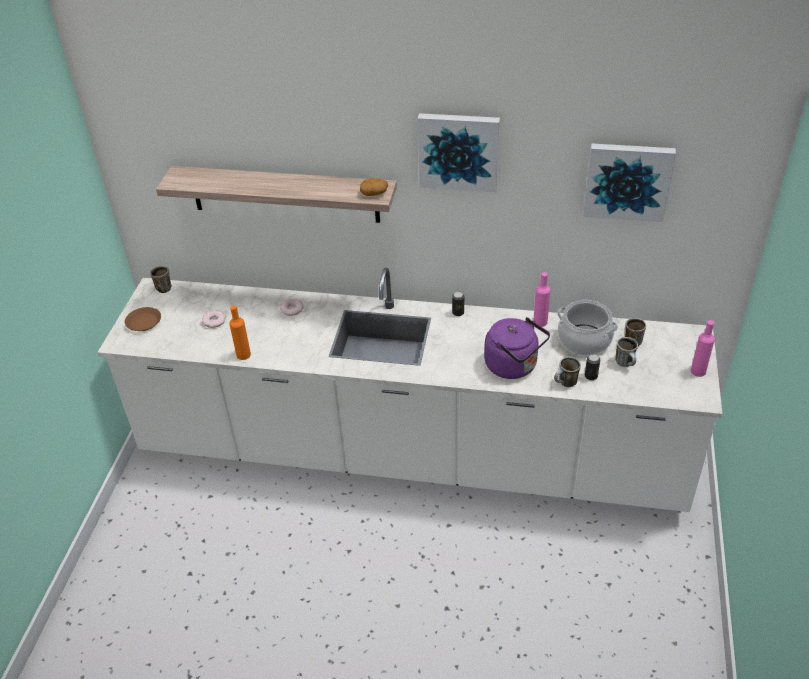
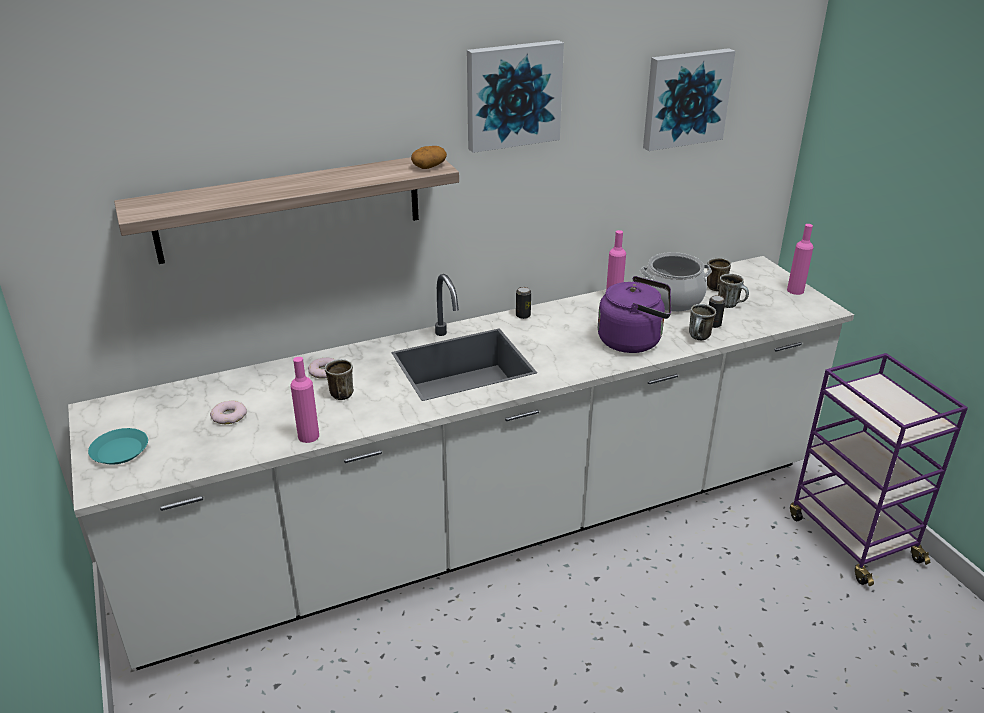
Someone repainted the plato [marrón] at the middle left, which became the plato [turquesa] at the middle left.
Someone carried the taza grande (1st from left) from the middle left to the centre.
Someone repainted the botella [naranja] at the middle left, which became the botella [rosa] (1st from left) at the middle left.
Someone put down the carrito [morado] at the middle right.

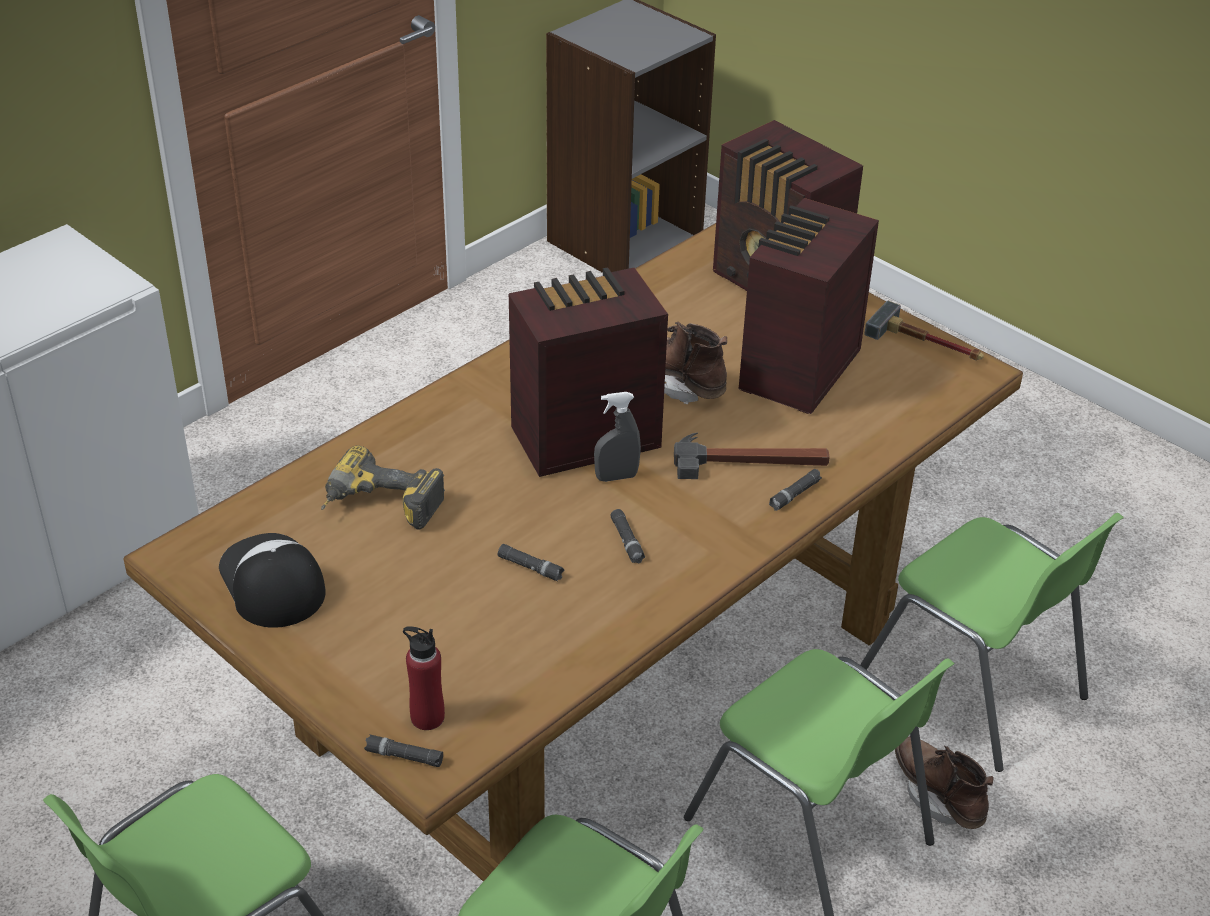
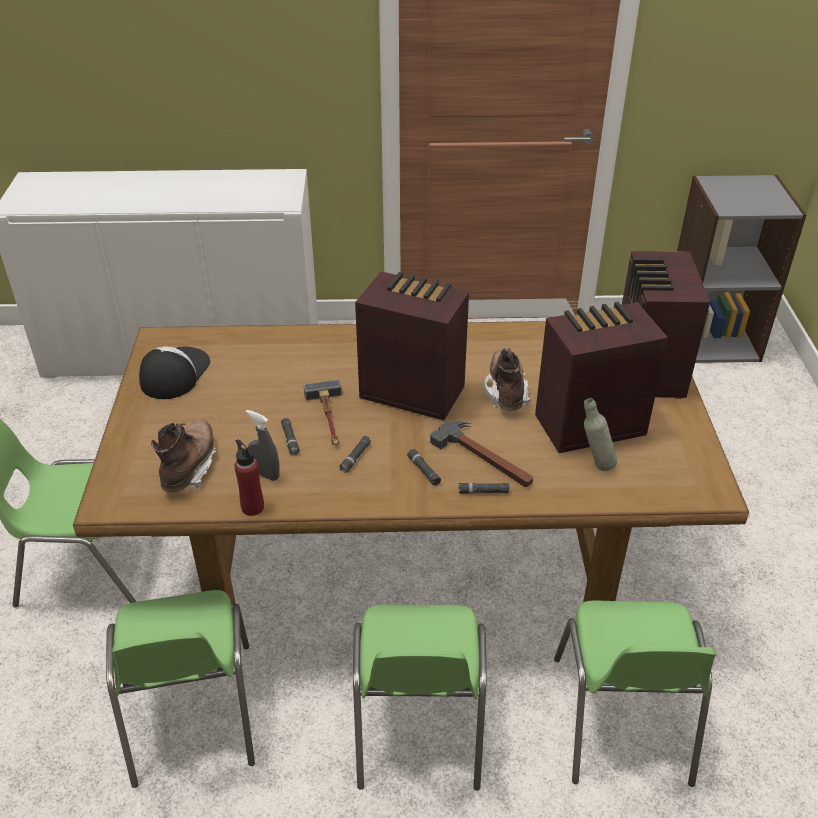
Someone took away the taladro at the middle left.
Someone carried the linterna [negro] (1st from left in the first image) from the bottom left to the centre.
Someone carried the botella [rojo] from the bottom centre to the middle left.
Someone carried the pulverizador [gris] from the centre to the middle left.
Someone carried the martillo (2nd from left in the first image) from the middle right to the centre.
Someone carried the bota [marrón] (2nd from left in the first image) from the bottom right to the middle left.
Someone put down the botella [gris] at the middle right.

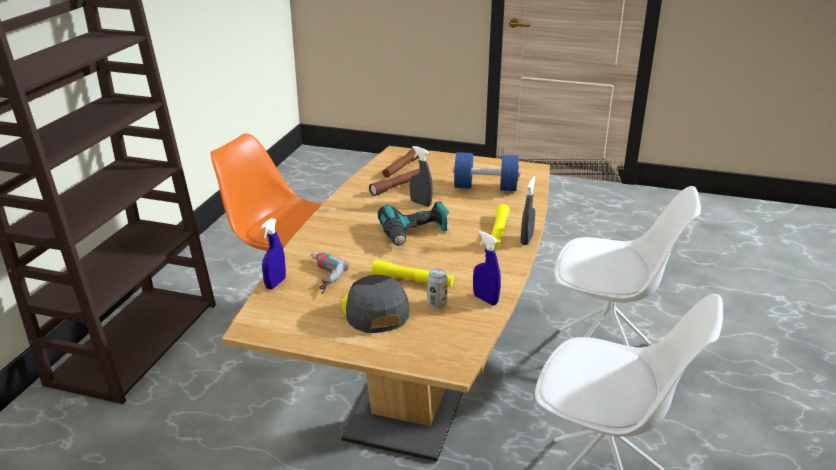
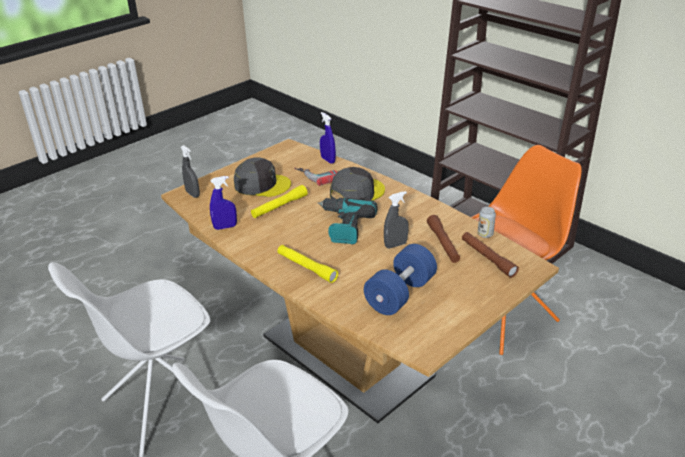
Someone carried the lata from the centre to the middle right.
Someone carried the pulverizador [gris] (2nd from left in the first image) from the centre to the middle left.
Someone put down the gorra [gris] (2nd from left) at the centre.

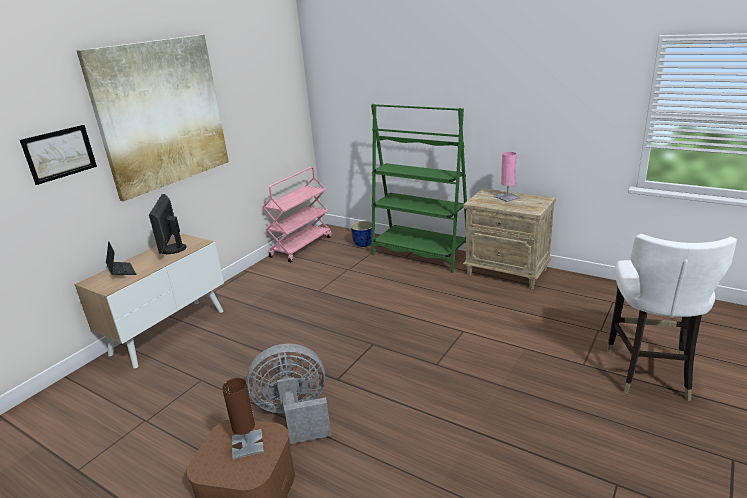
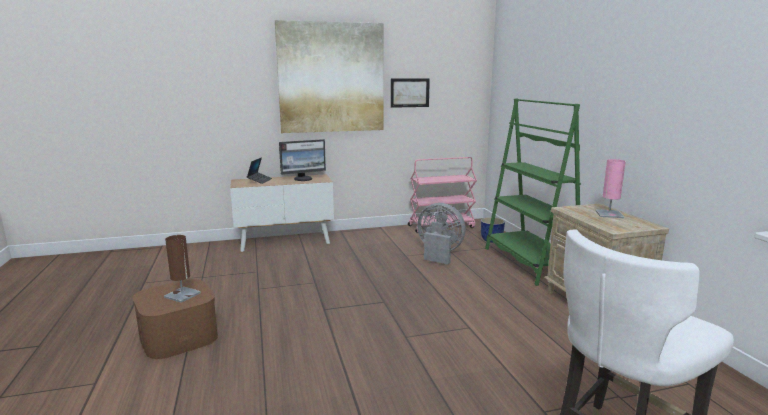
Someone carried the cuadro (1st from left in the first image) from the top left to the top centre.
Someone rotated the monitor at the middle left by 150 degrees counterclockwise.
Someone carried the ventilador [gris] from the bottom centre to the centre.

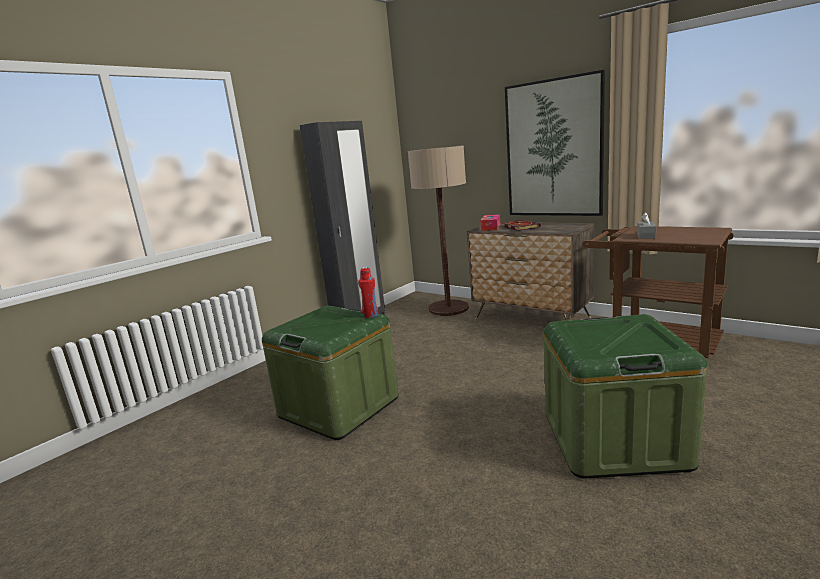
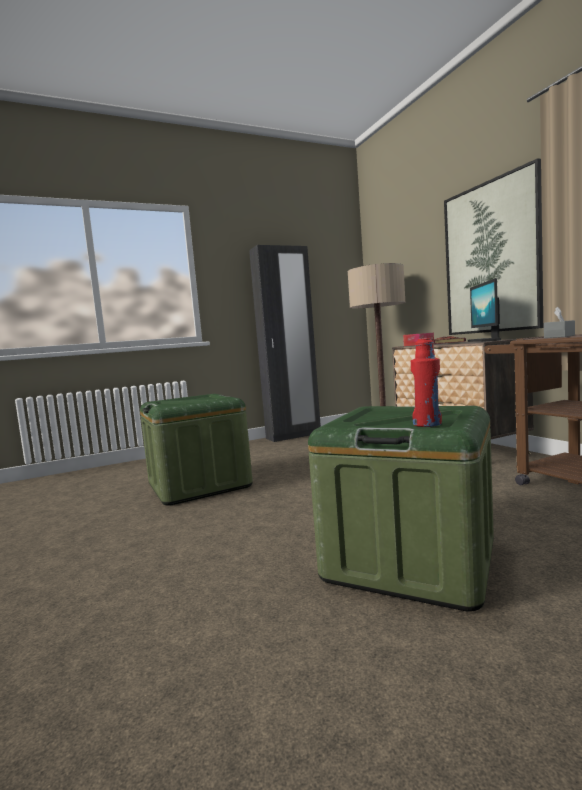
Someone carried the botella [rojo] from the centre to the middle right.
Someone put down the monitor at the middle right.

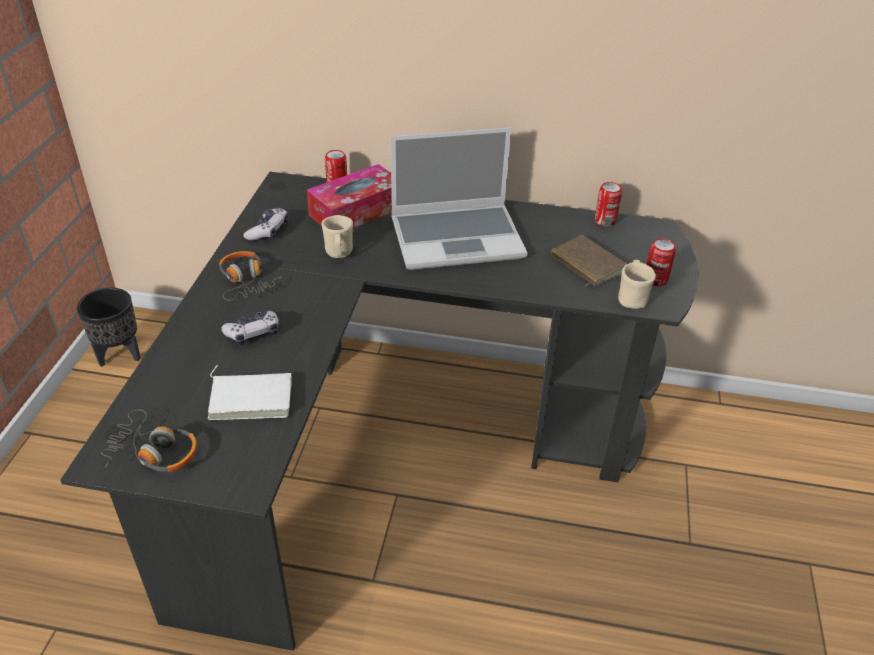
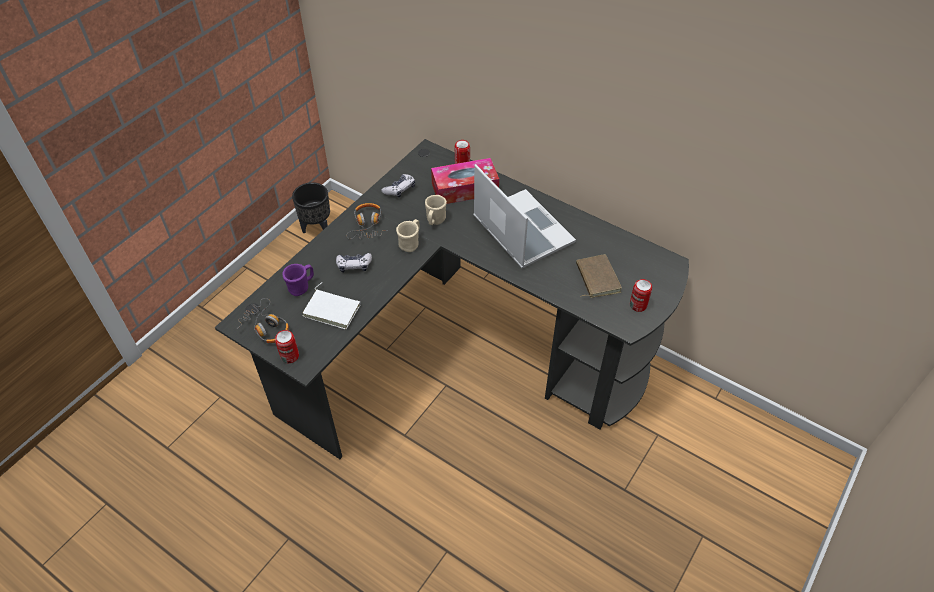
Someone rotated the portátil at the top centre by 135 degrees counterclockwise.
Someone carried the lata (2nd from left in the first image) from the top right to the middle left.
Someone carried the taza grande [beis] (2nd from left in the first image) from the middle right to the centre.
Someone put down the taza grande [morado] at the middle left.

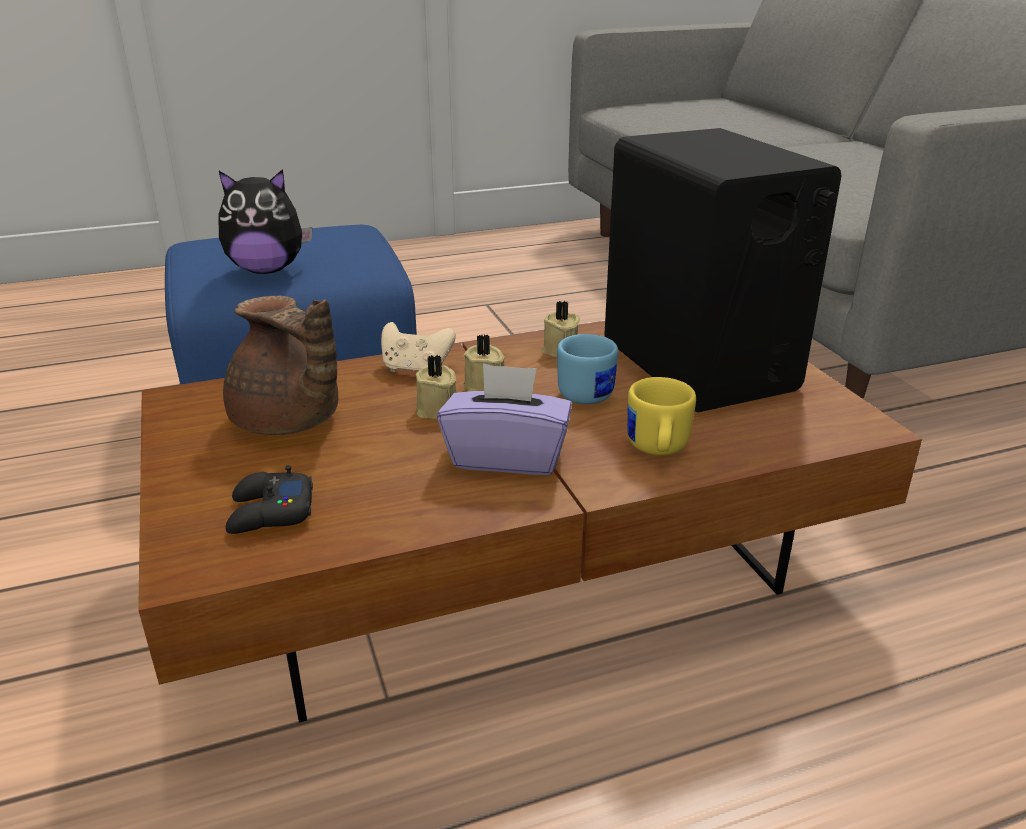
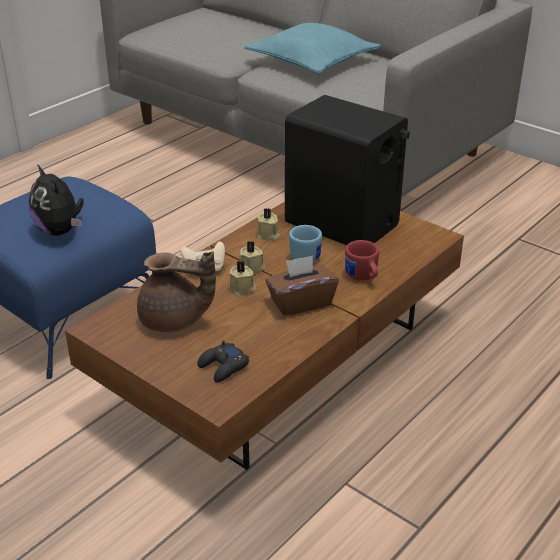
Someone rotated the peluche at the top left by 90 degrees clockwise.
Someone repainted the caja de pañuelos [morado] at the centre, which became the caja de pañuelos [marrón] at the centre.
Someone repainted the taza grande [amarillo] at the centre, which became the taza grande [rojo] at the centre.
Someone put down the cojín [turquesa] at the top centre.

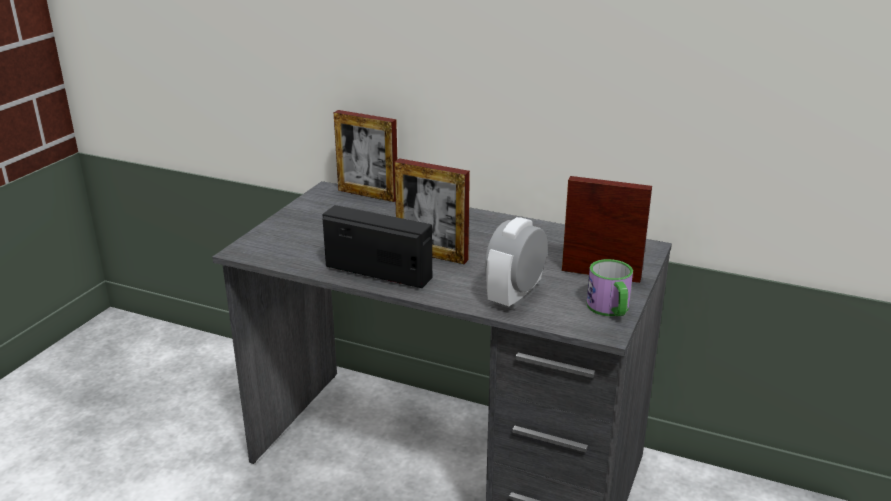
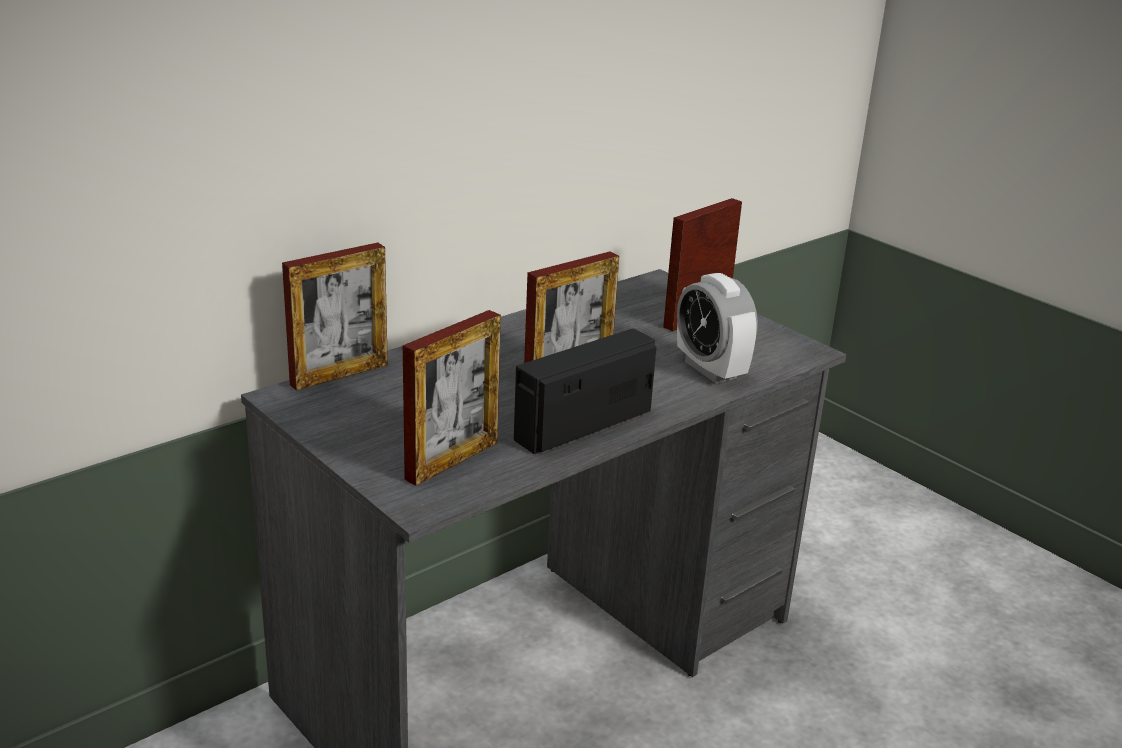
Someone took away the taza grande at the middle right.
Someone put down the portarretratos (2nd from left) at the centre.

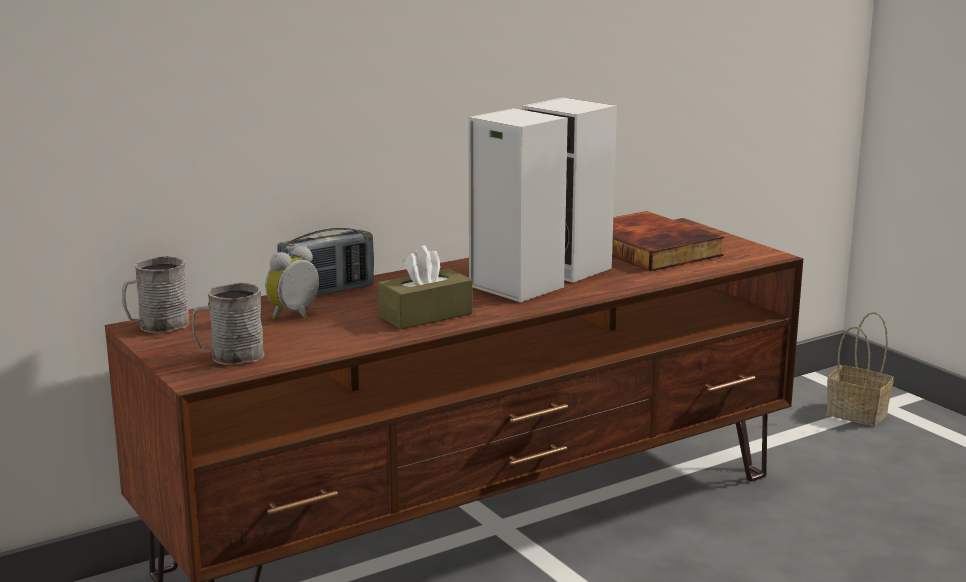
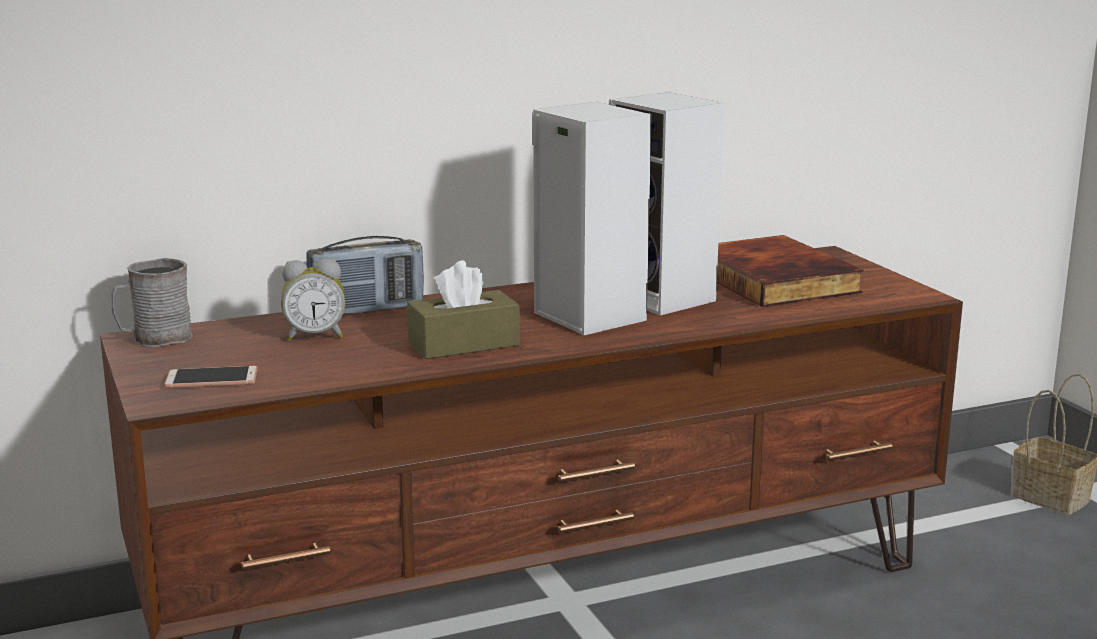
Someone swapped the taza grande [gris] (2nd from left) at the middle left for the móvil at the middle left.
Someone rotated the despertador at the middle left by 150 degrees counterclockwise.

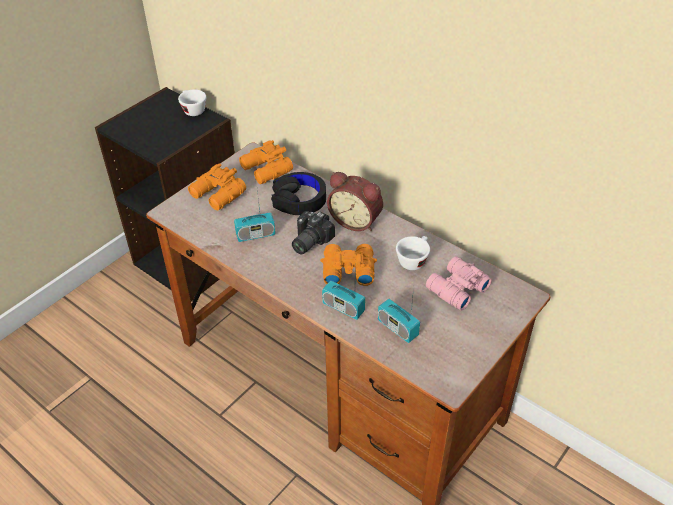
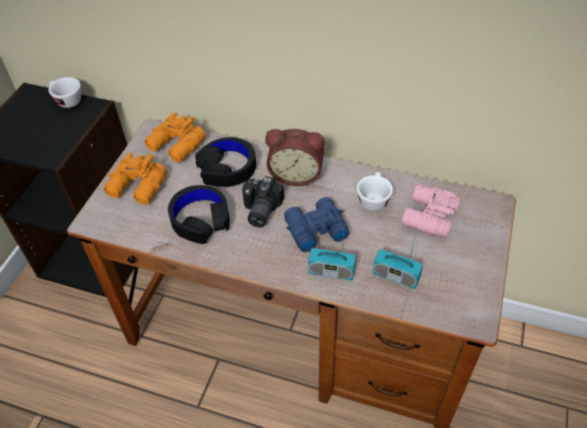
Someone swapped the radio (1st from left) at the centre for the auriculares [negro] (1st from left) at the centre.
Someone repainted the prismáticos [naranja] (3rd from left) at the centre, which became the prismáticos [azul] at the centre.

